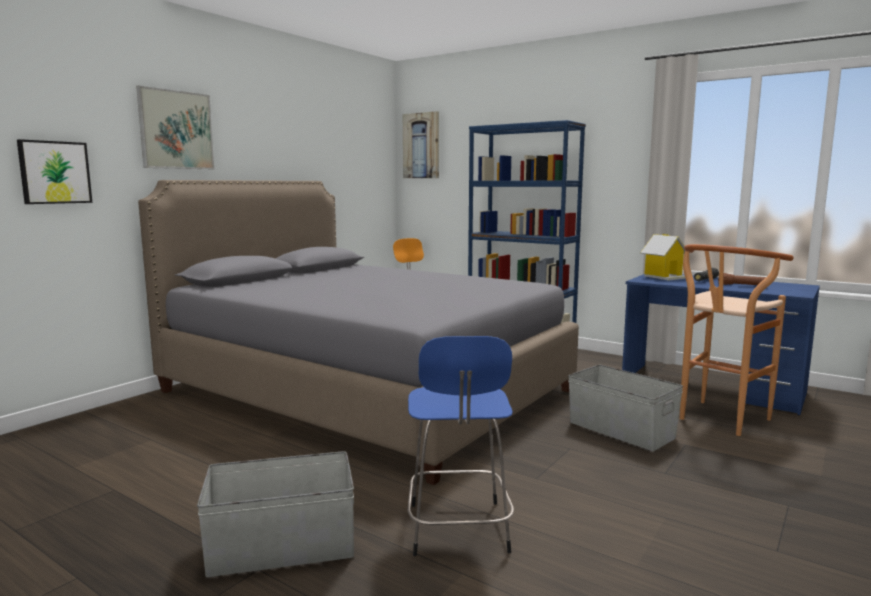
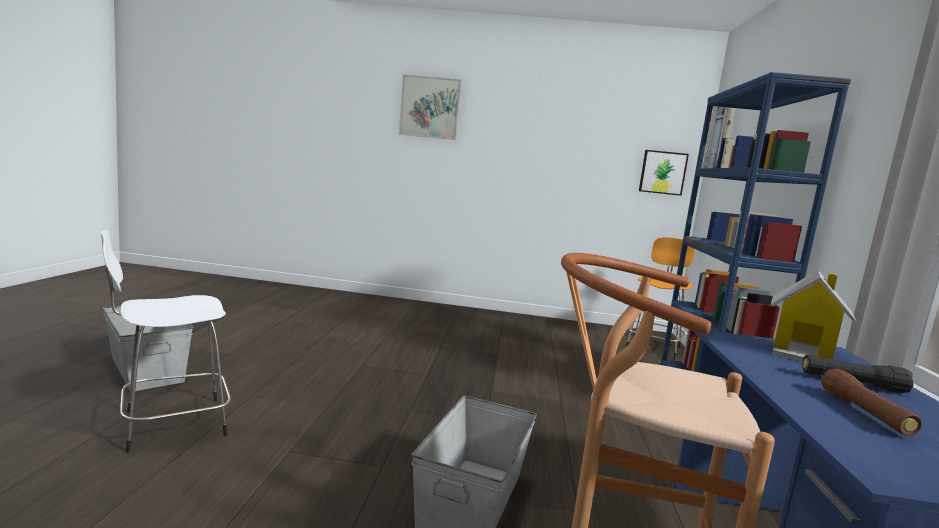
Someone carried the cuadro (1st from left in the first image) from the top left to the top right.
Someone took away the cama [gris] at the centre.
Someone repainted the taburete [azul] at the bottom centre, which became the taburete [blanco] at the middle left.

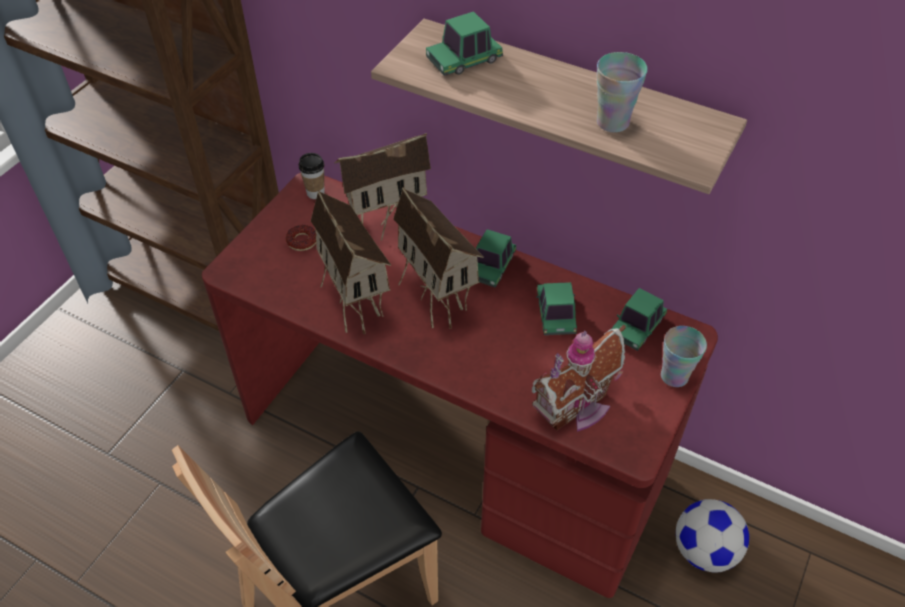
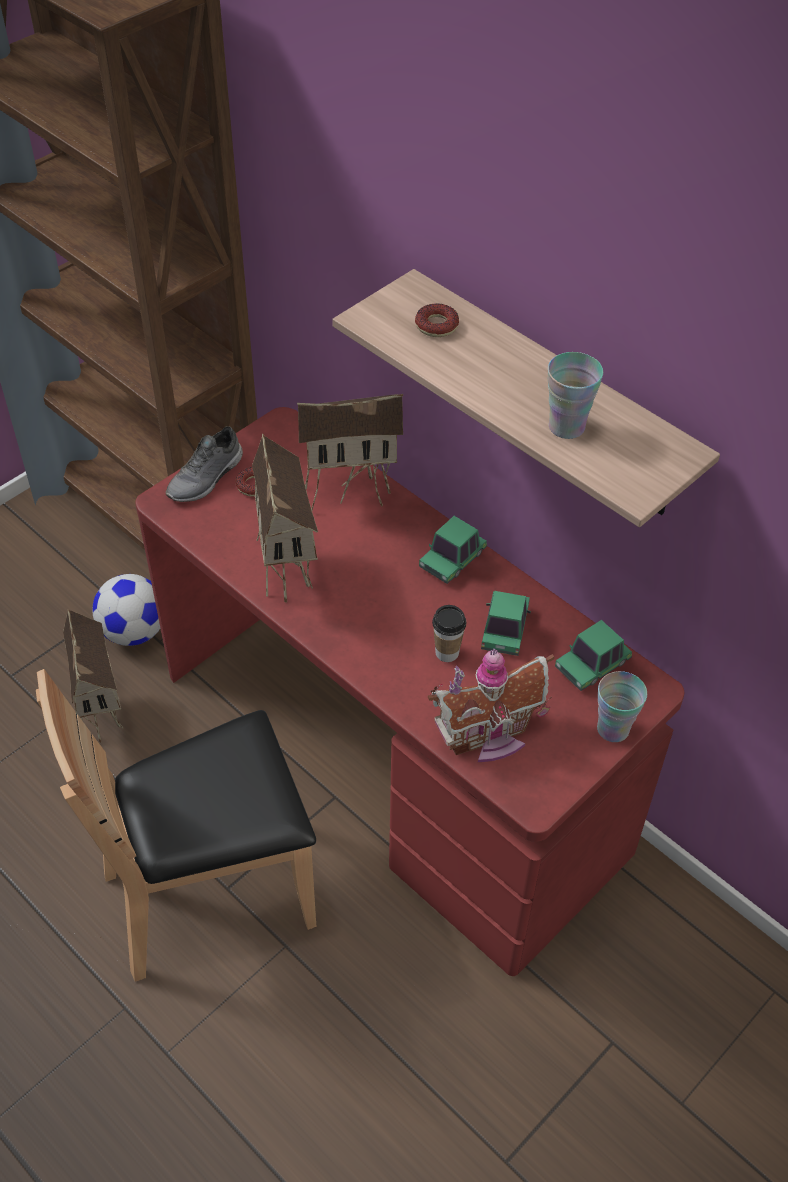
Someone carried the taza (1st from left) from the top centre to the centre.
Someone carried the casita (3rd from left in the first image) from the centre to the middle left.
Someone swapped the coche de juguete (1st from left) at the top centre for the rosquilla (2nd from left) at the top centre.
Someone carried the balón de fútbol from the bottom right to the middle left.
Someone put down the zapato [gris] at the middle left.

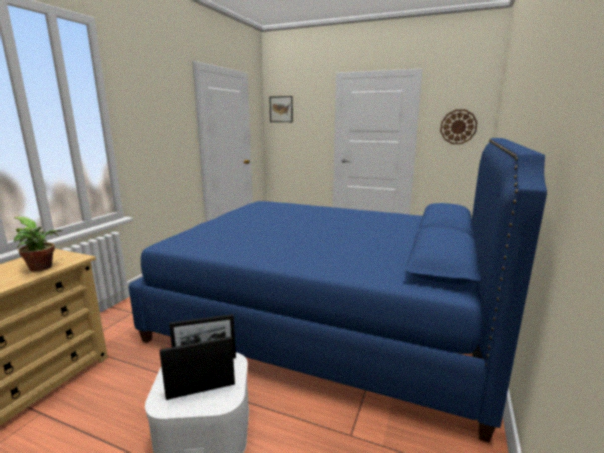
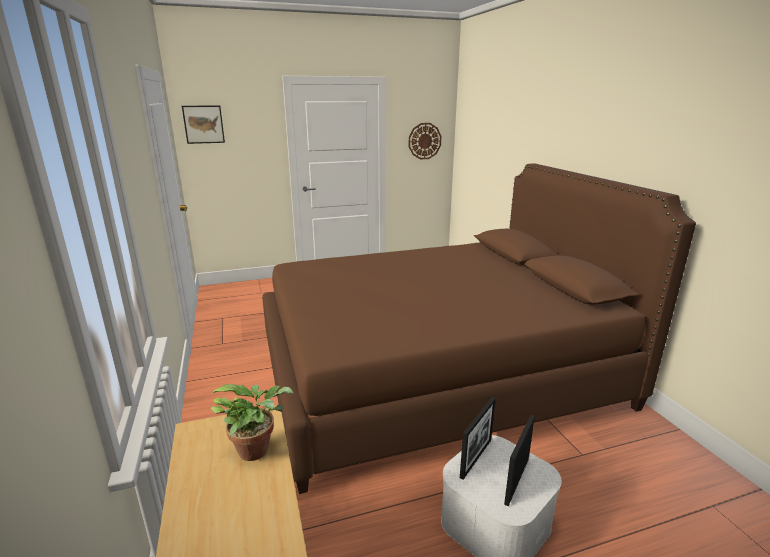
Someone repainted the cama [azul] at the centre, which became the cama [marrón] at the centre.

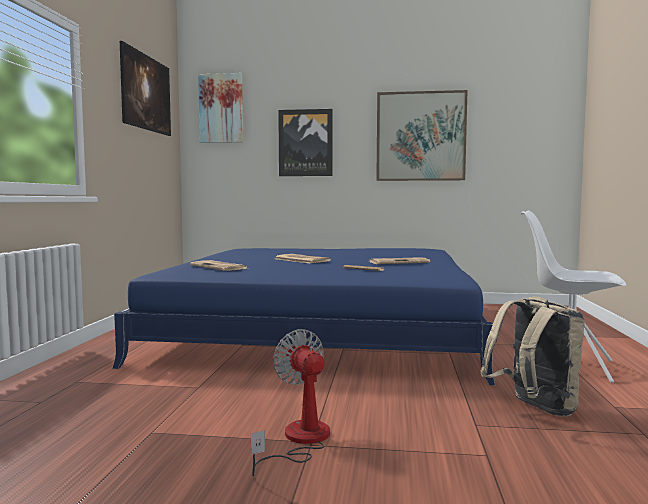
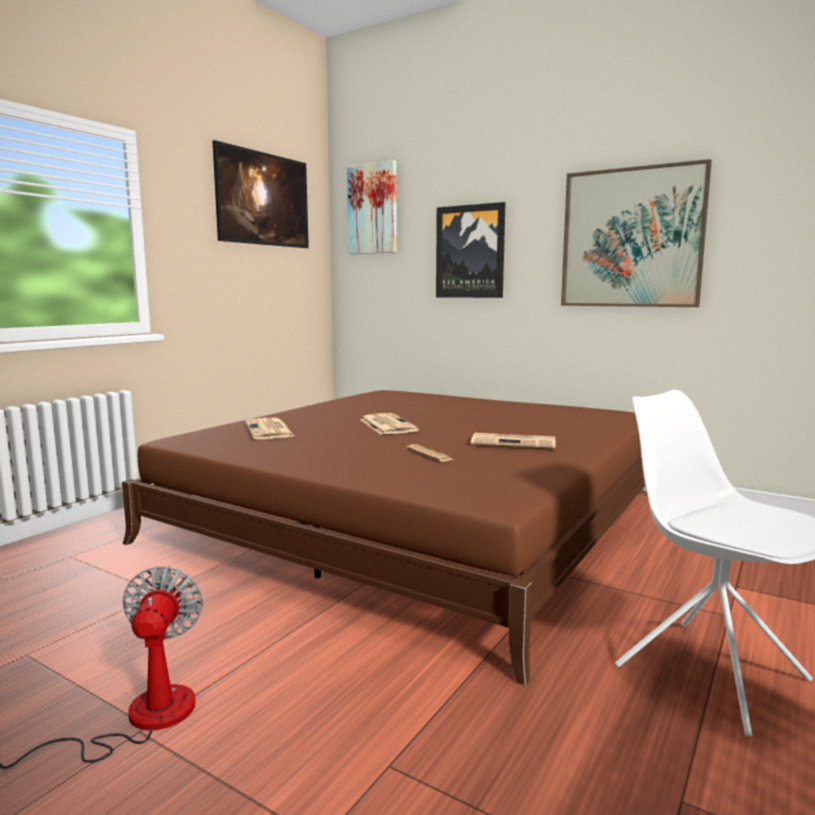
Someone repainted the cama [azul] at the centre, which became the cama [marrón] at the centre.
Someone took away the mochila [beis] at the bottom right.

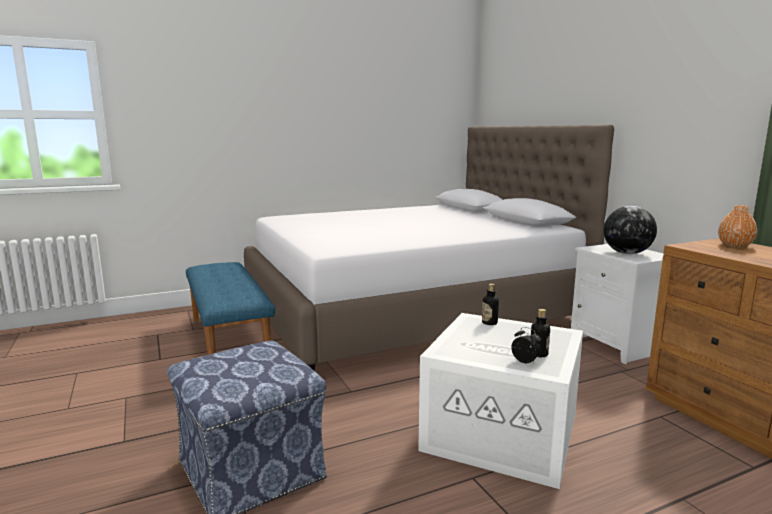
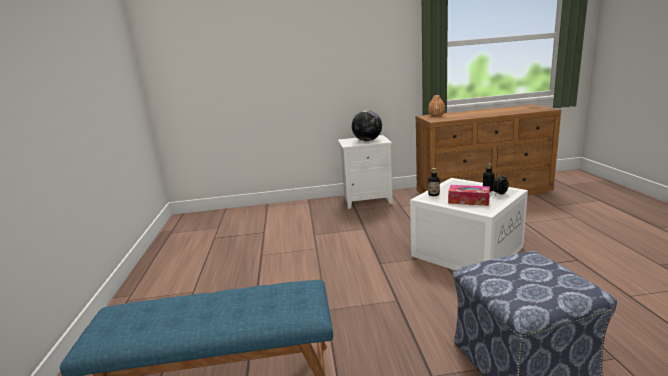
Someone took away the cama [blanco] at the centre.
Someone put down the caja de pañuelos at the middle right.

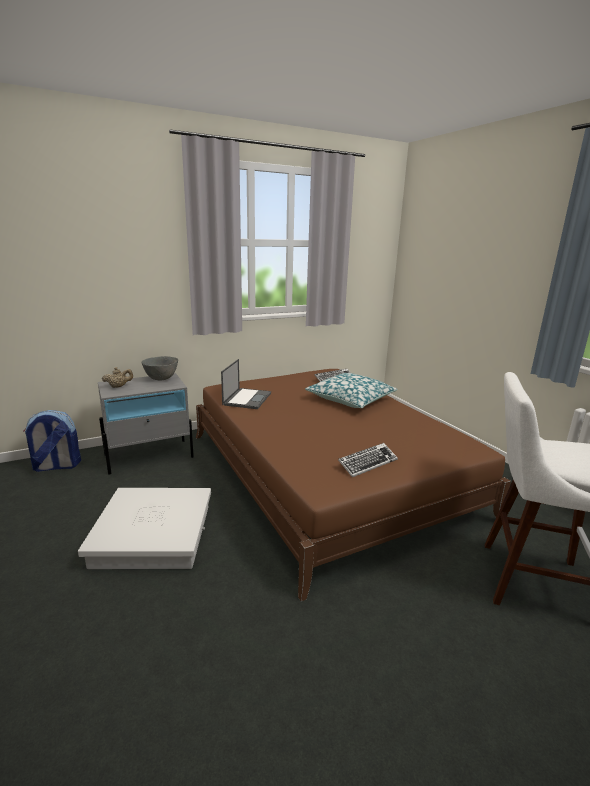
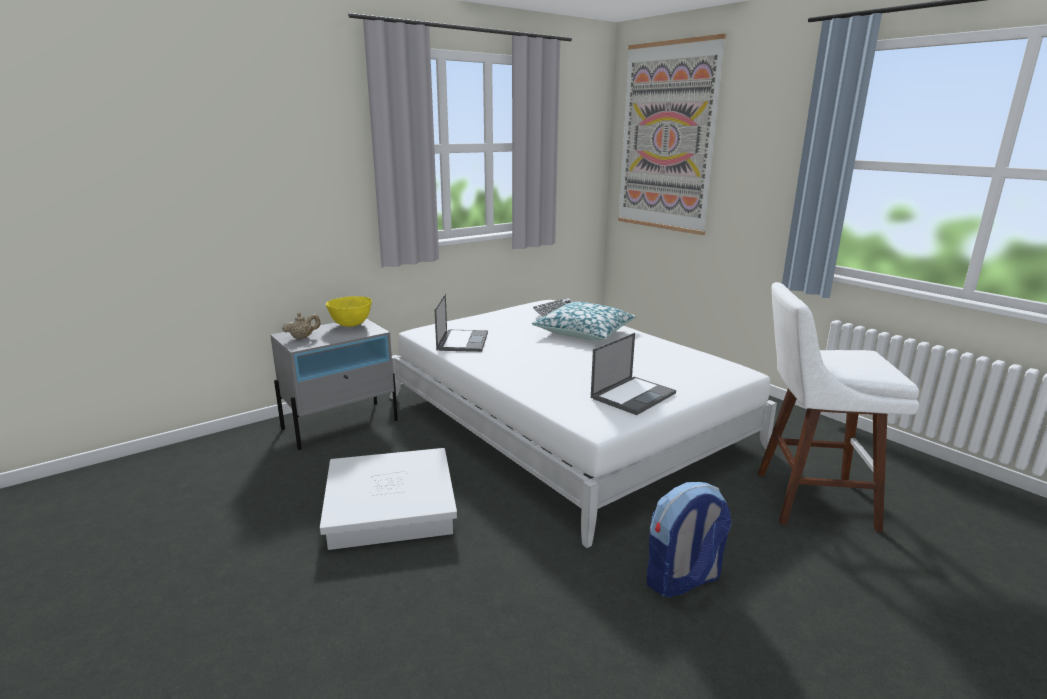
Someone carried the mochila from the middle left to the bottom centre.
Someone repainted the cuenco [gris] at the middle left, which became the cuenco [amarillo] at the centre.
Someone repainted the cama [marrón] at the centre, which became the cama [blanco] at the centre.
Someone swapped the teclado (2nd from left) at the centre for the portátil (2nd from left) at the centre.
Someone put up the cuadro at the top centre.

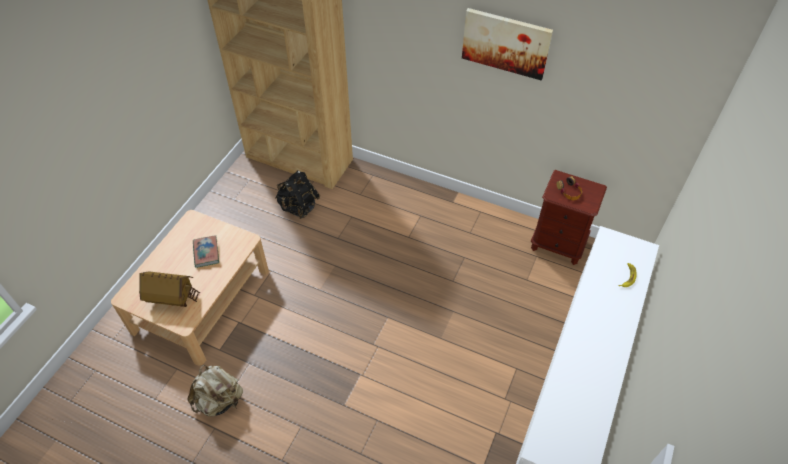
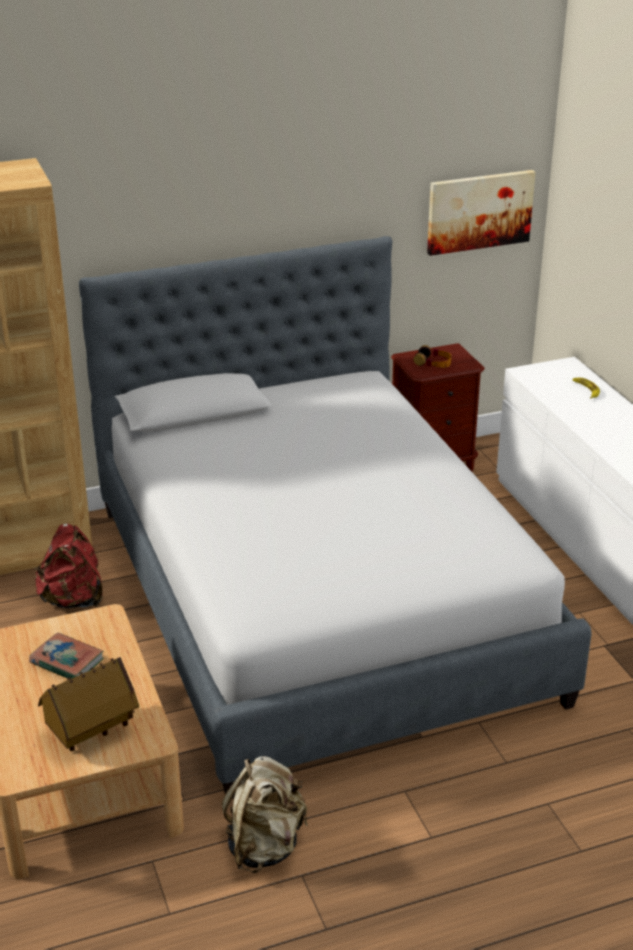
Someone repainted the mochila [negro] at the centre, which became the mochila [rojo] at the middle left.
Someone carried the cuadro from the top centre to the top right.
Someone put down the cama at the centre.

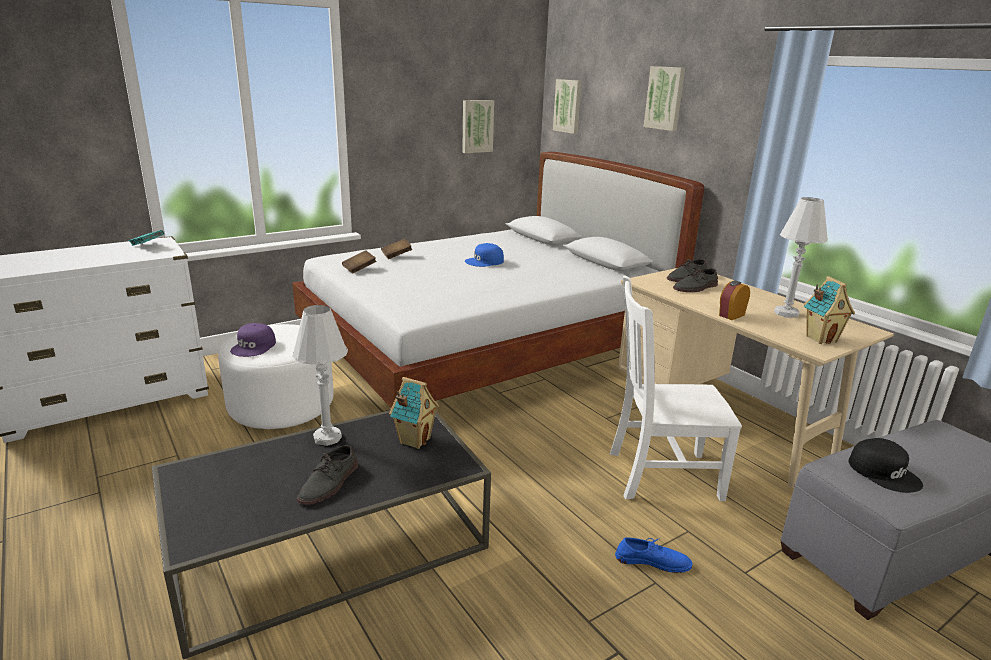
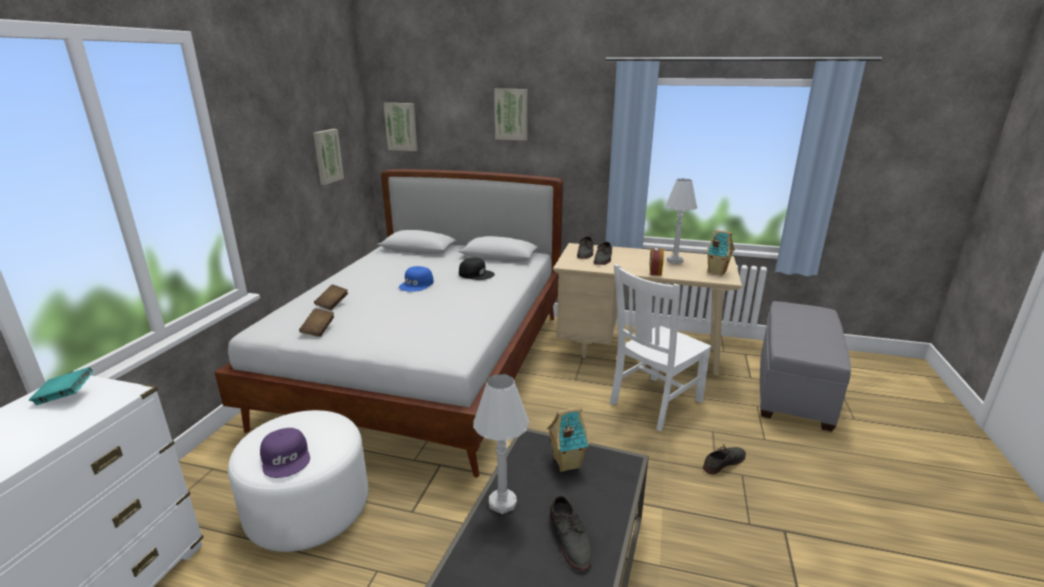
Someone repainted the zapato [azul] at the bottom centre, which became the zapato [gris] (4th from left) at the bottom right.
Someone carried the gorra [negro] from the bottom right to the centre.

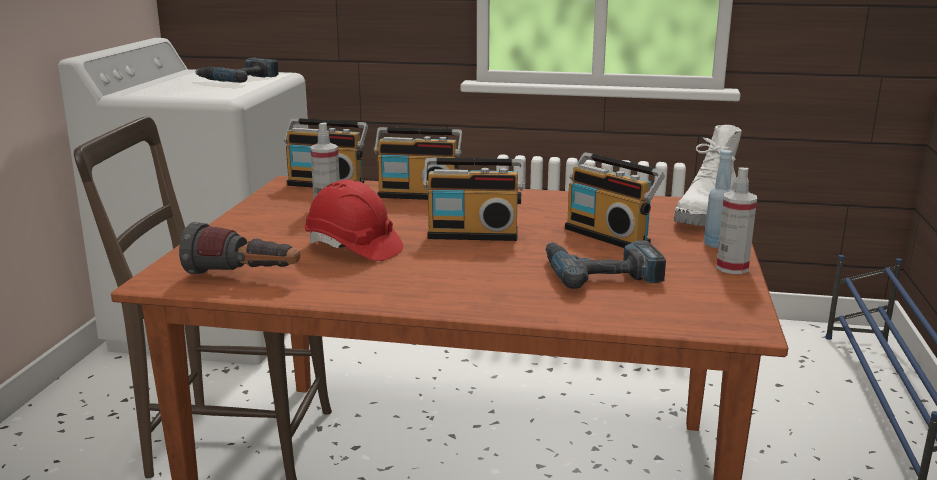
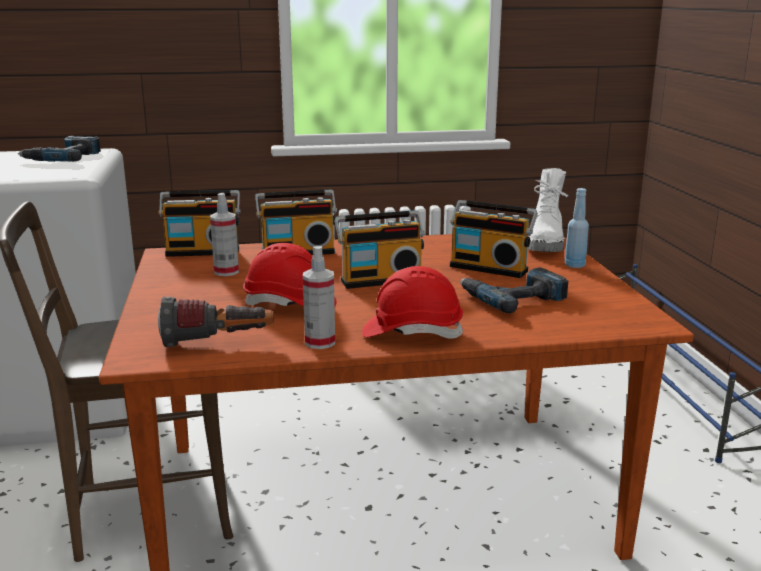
Someone carried the pulverizador (2nd from left) from the middle right to the centre.
Someone put down the casco [rojo] (2nd from left) at the centre.

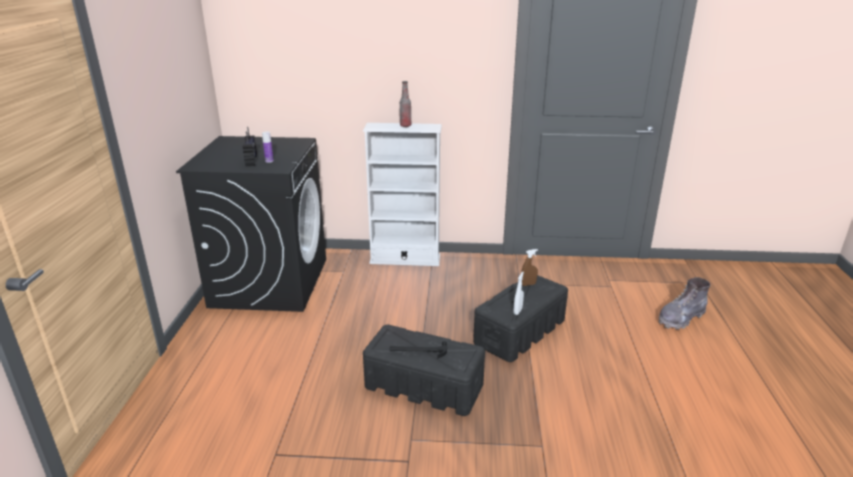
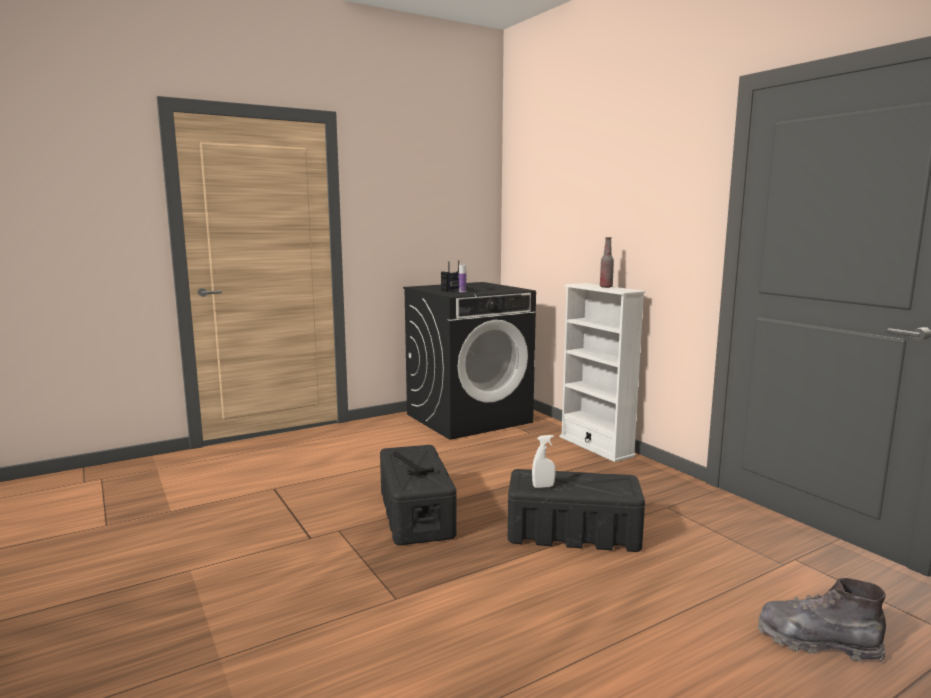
Someone took away the pulverizador [marrón] at the centre.

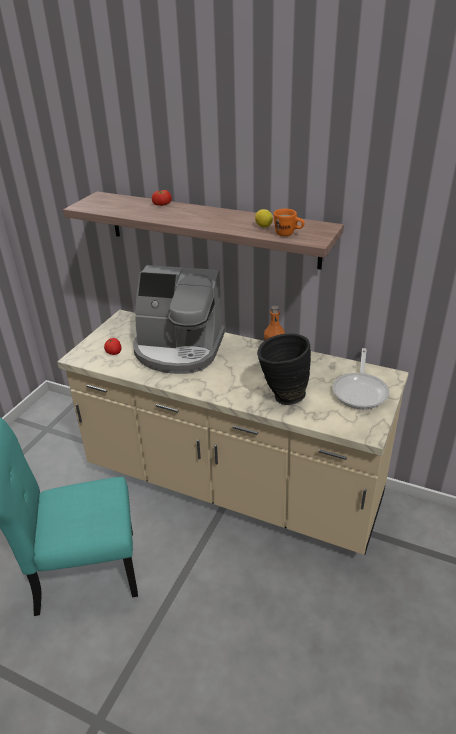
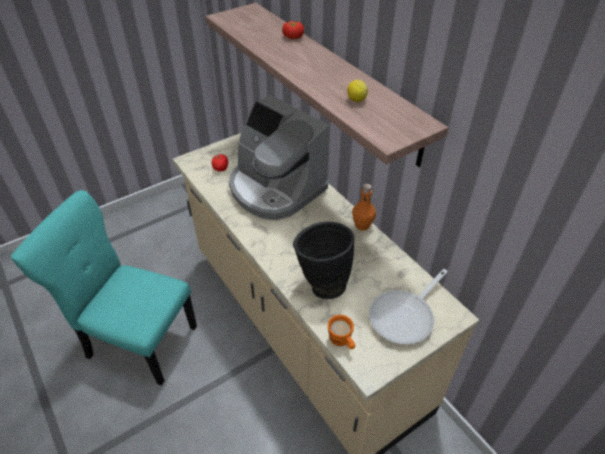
Someone carried the taza grande [naranja] from the top centre to the bottom centre.

